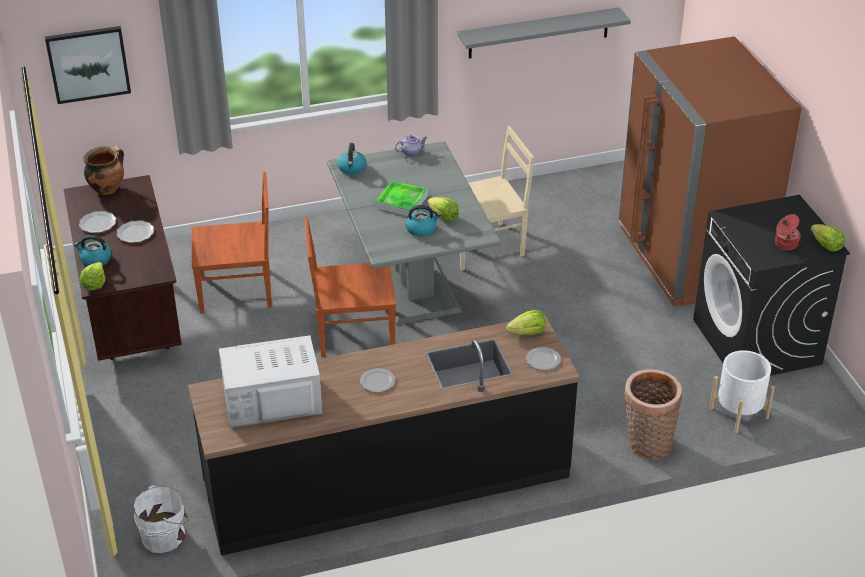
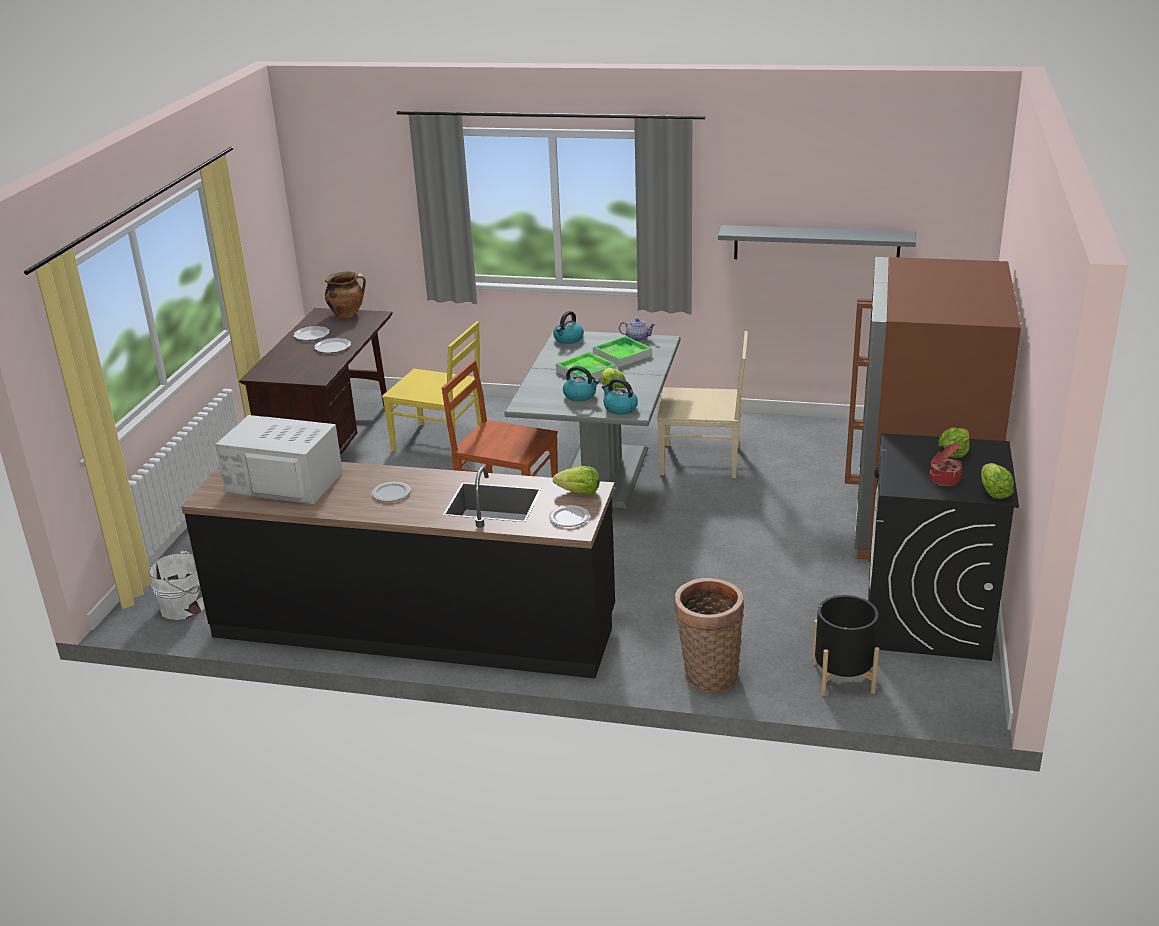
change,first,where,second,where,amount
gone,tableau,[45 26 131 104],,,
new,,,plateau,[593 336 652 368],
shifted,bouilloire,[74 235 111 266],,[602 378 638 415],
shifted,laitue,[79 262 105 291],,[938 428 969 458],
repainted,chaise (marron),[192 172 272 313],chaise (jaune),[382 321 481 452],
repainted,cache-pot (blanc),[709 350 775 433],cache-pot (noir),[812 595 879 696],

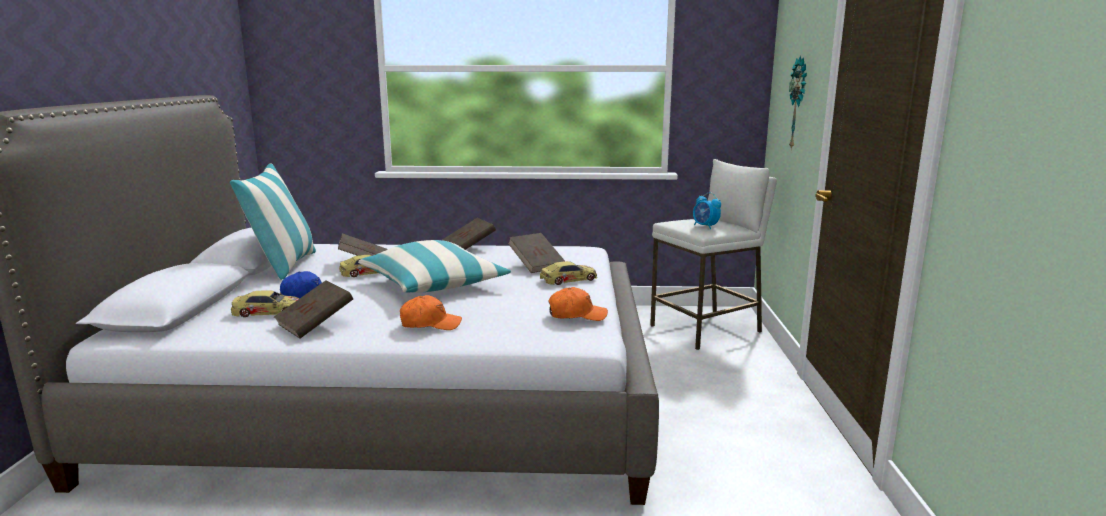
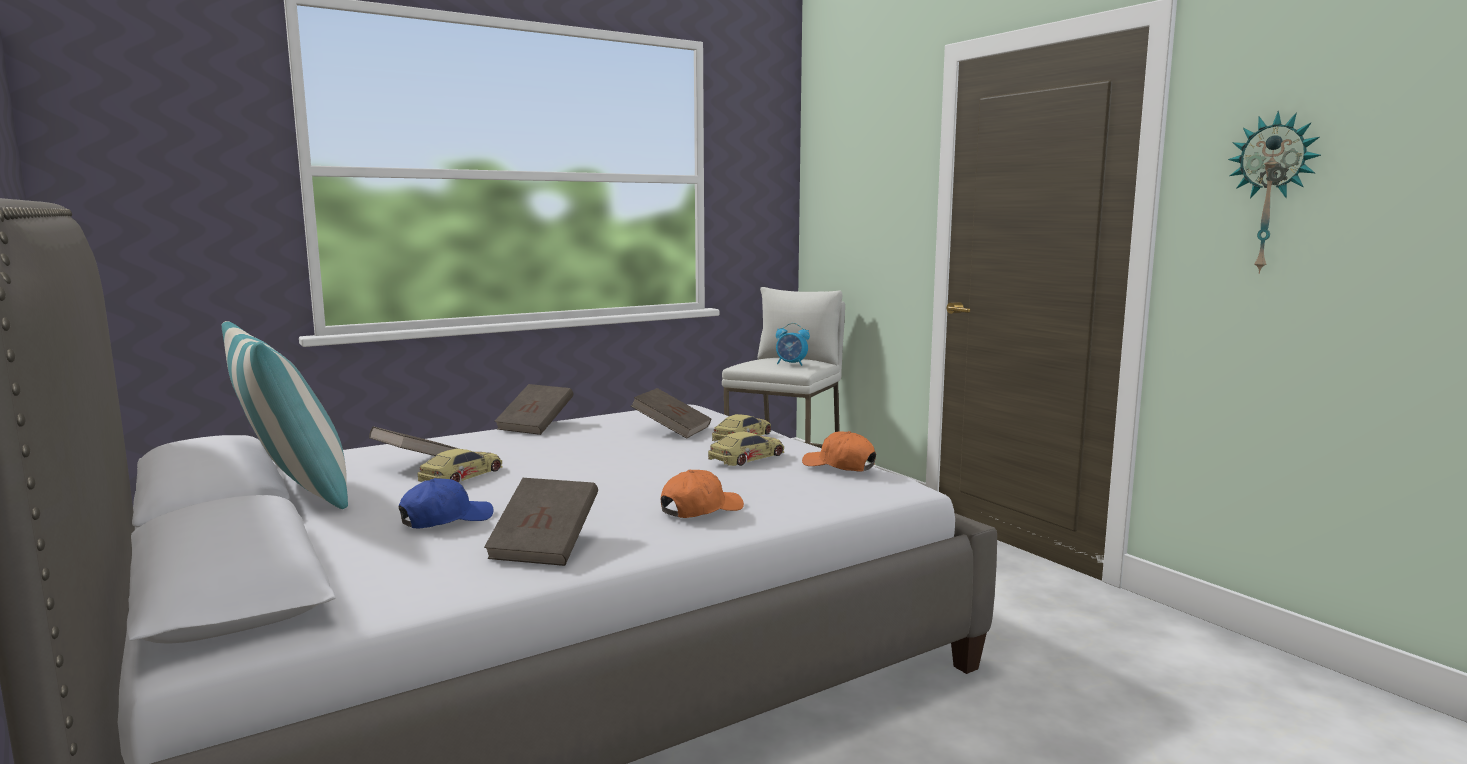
change,first,where,second,where,amount
gone,coussin,[358 240 511 293],,,
shifted,petite voiture,[231 290 299 317],,[708 431 784 466],
shifted,horloge murale,[789 55 807 149],,[1228 111 1321 274],
rotated,casquette (orange),[549 287 608 321],,[802 431 876 472],105 degrees counterclockwise

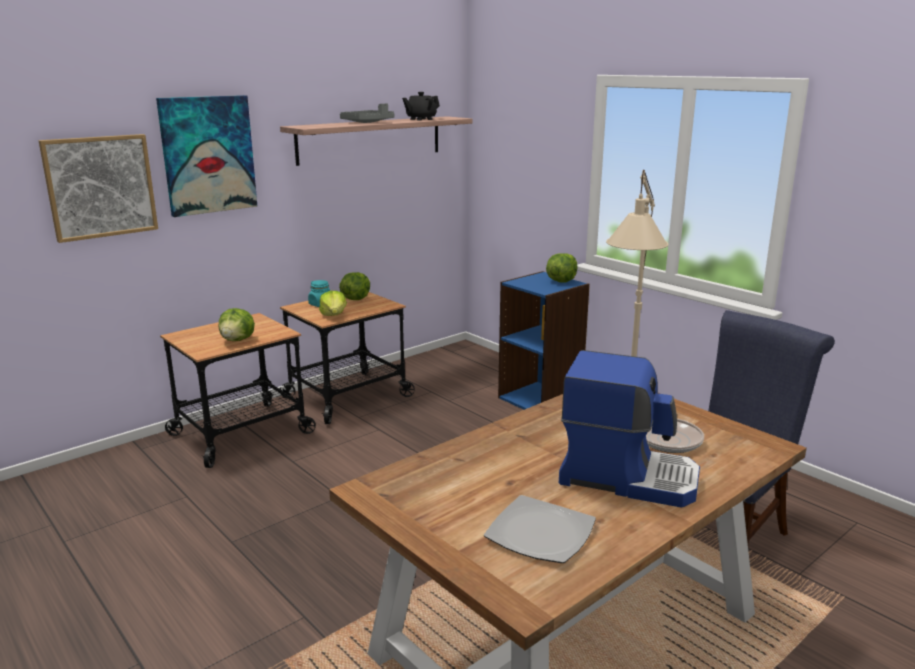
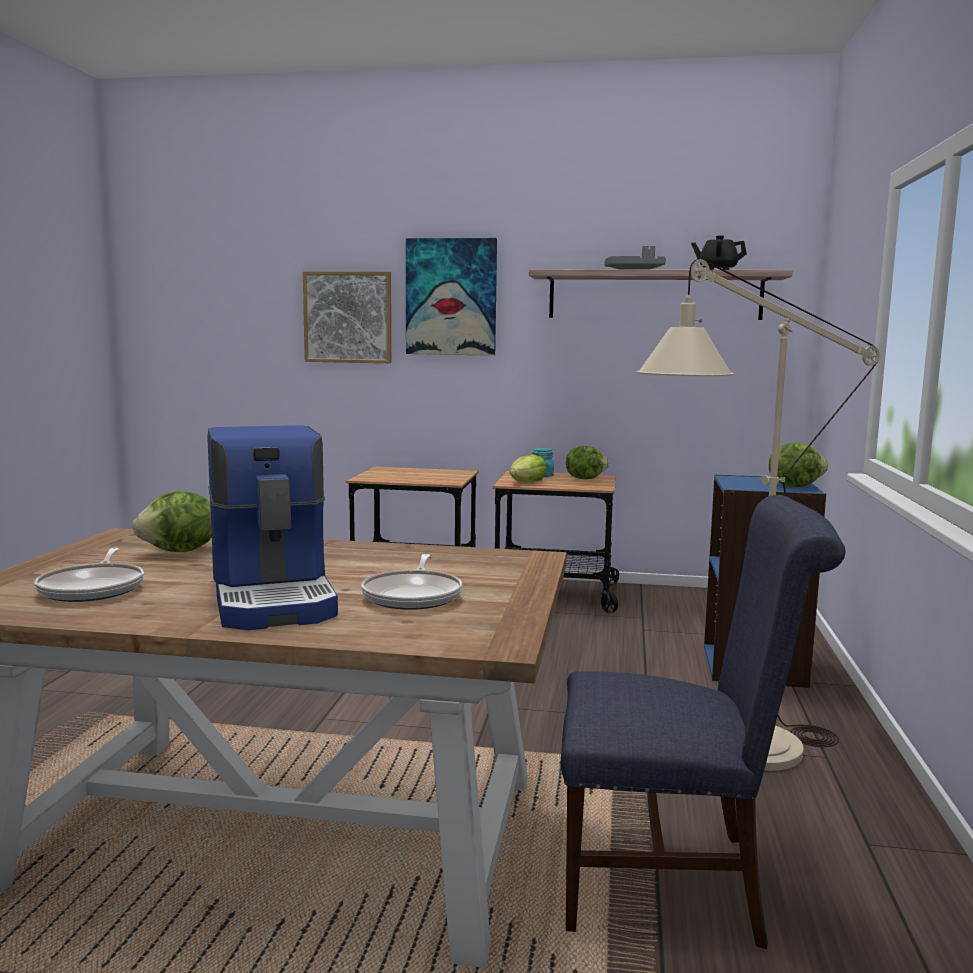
change,first,where,second,where,amount
shifted,laitue,[219 308 255 341],,[132 491 212 552],
swapped,assiette,[484 495 596 563],poêle,[34 548 144 602],

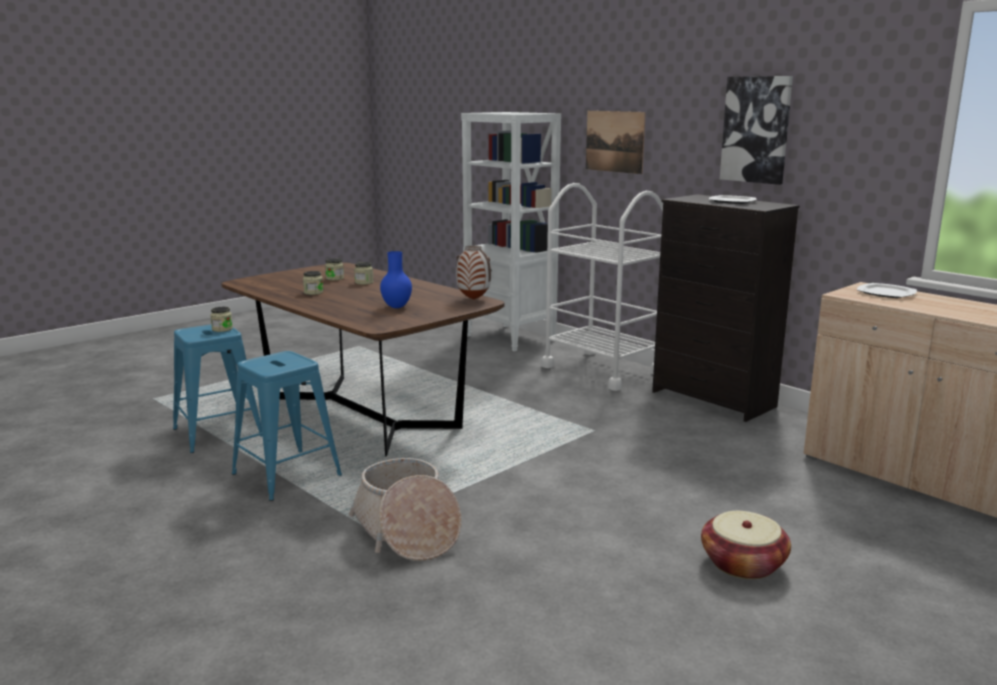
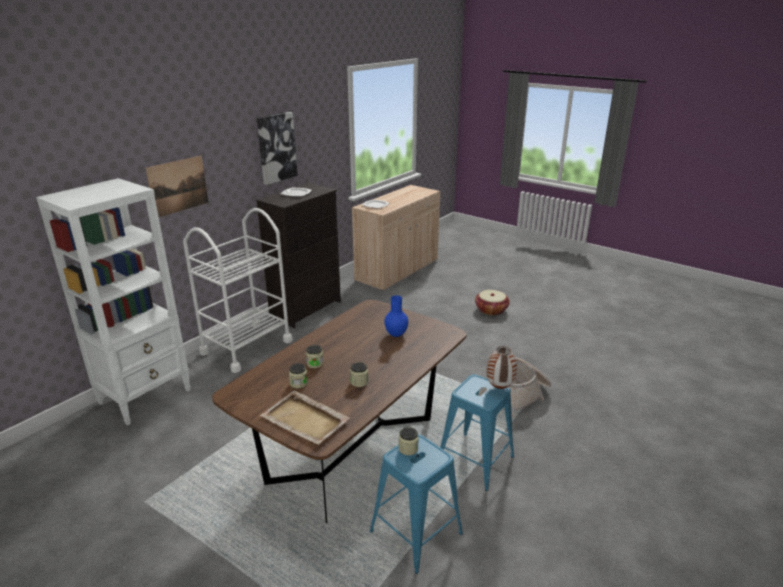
change,first,where,second,where,amount
new,,,plateau (beige),[260 391 350 445],
shifted,vase,[456 245 491 300],,[486 346 517 389],

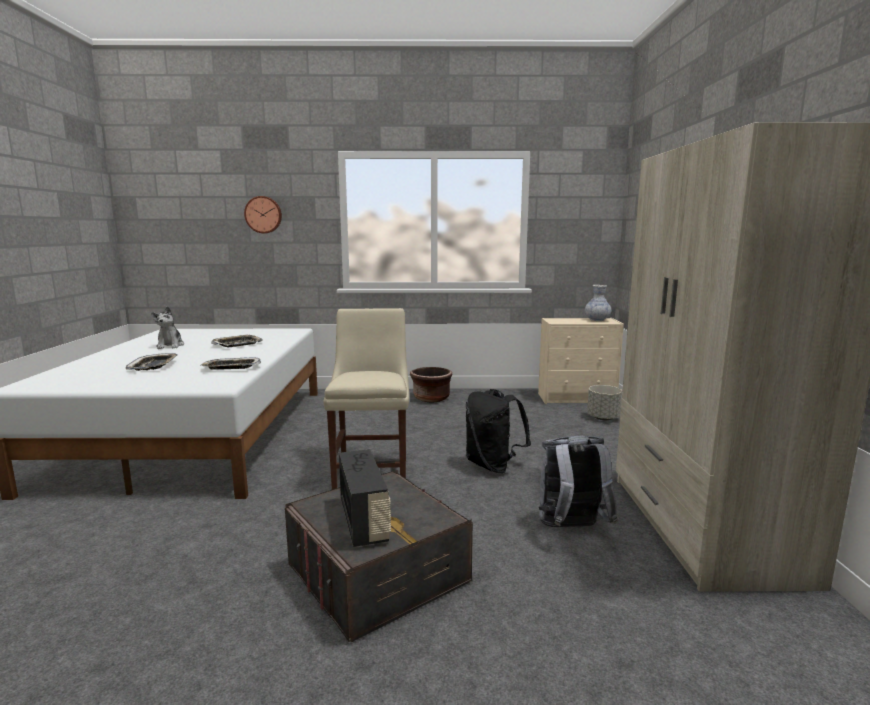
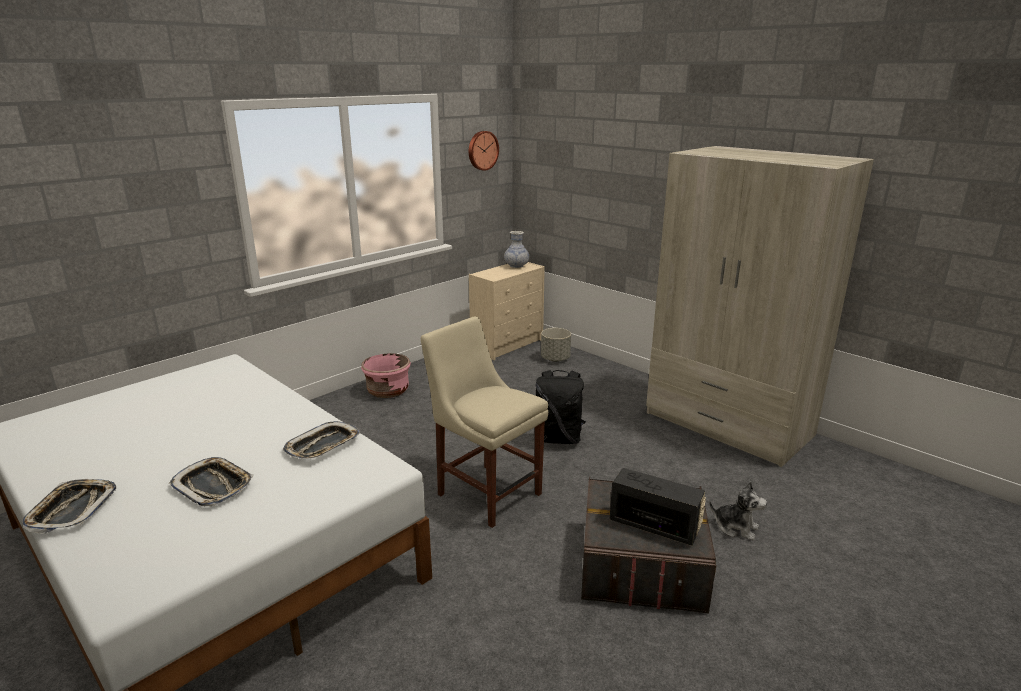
change,first,where,second,where,amount
gone,sac à dos (gris),[539 436 618 527],,,
shifted,peluche,[151 306 184 349],,[709 481 767 541],
shifted,plateau,[211 334 263 347],,[22 479 116 534],
shifted,horloge murale,[244 196 282 233],,[469 131 499 171],
repainted,cache-pot (marron),[410 367 453 402],cache-pot (rose),[361 353 411 398],

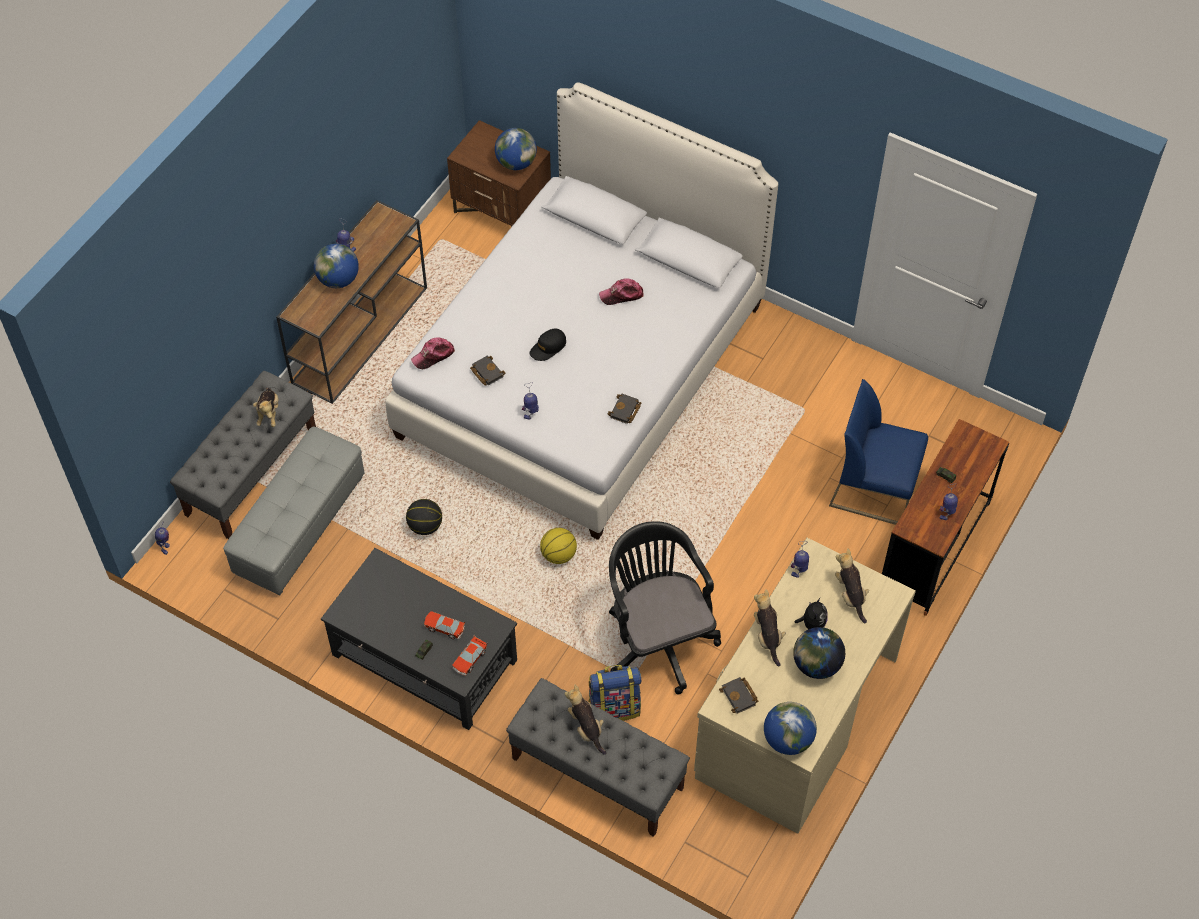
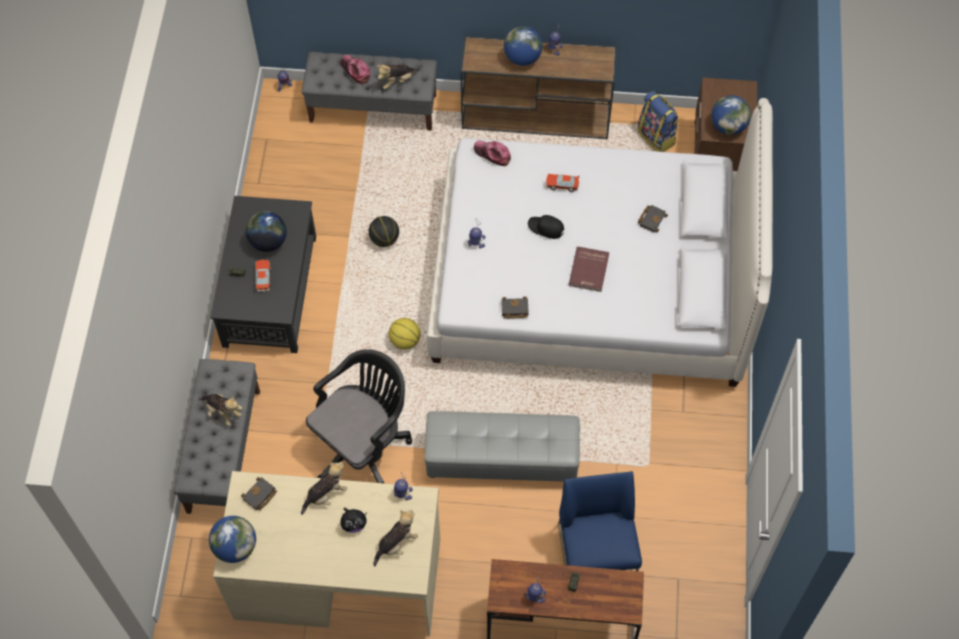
change,first,where,second,where,amount
new,,,livre (rouge),[569 247 609 292],
shifted,pouf (gris),[223 427 364 596],,[424 411 580 482],
shifted,petite voiture,[452 635 487 676],,[546 174 580 192],
shifted,livre (noir),[470 355 505 386],,[637 205 668 233],
shifted,sac à dos,[588 665 641 721],,[637 91 679 152],
shifted,casquette,[599 278 644 305],,[341 55 370 84],
shifted,globe,[793 627 845 679],,[246 211 287 252],
rotated,peluche,[565 685 606 755],,[198 394 243 426],90 degrees clockwise

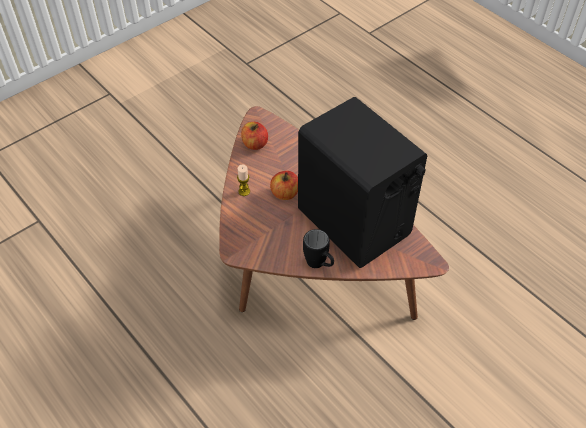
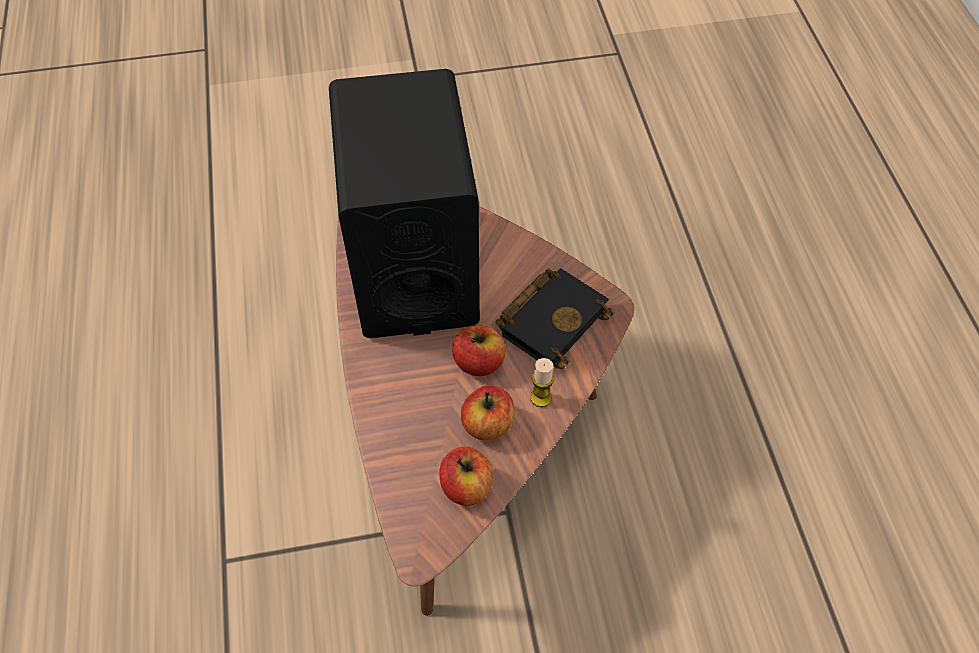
change,first,where,second,where,amount
gone,mug (noir),[303 229 334 268],,,
new,,,pomme,[461 385 514 440],
new,,,livre (noir),[495 268 614 369],

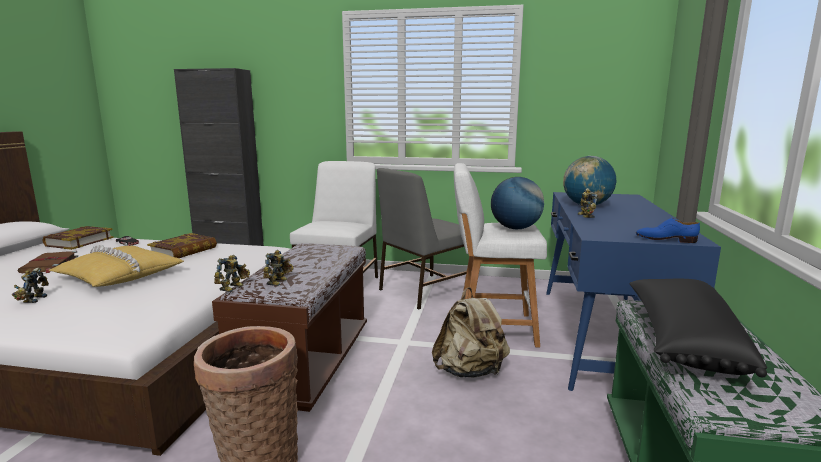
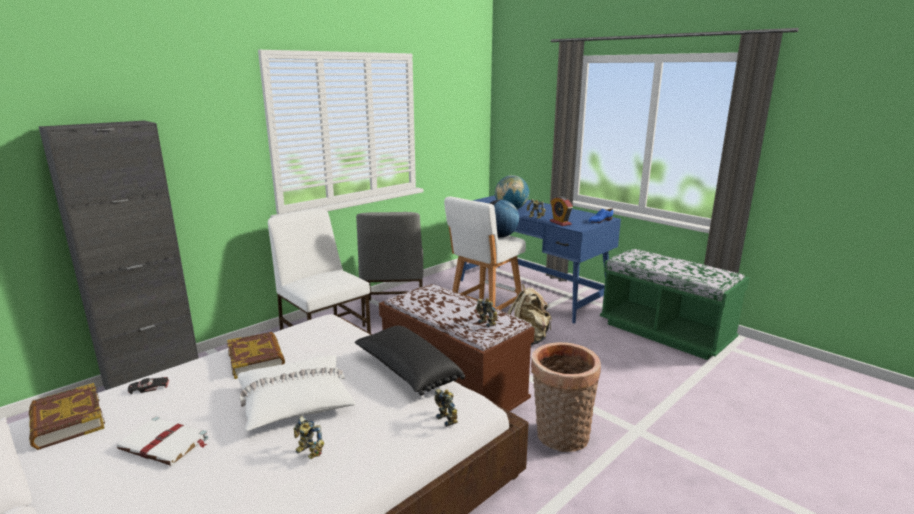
change,first,where,second,where,amount
new,,,réveil,[550 196 573 226],
shifted,robot jouet,[214 255 250 292],,[434 389 458 427],
shifted,coussin (noir),[629 279 767 377],,[354 325 465 396],
repainted,livre (marron),[18 251 78 273],livre (blanc),[116 416 208 466],
repainted,coussin (jaune),[48 245 184 287],coussin (blanc),[238 355 356 431],

